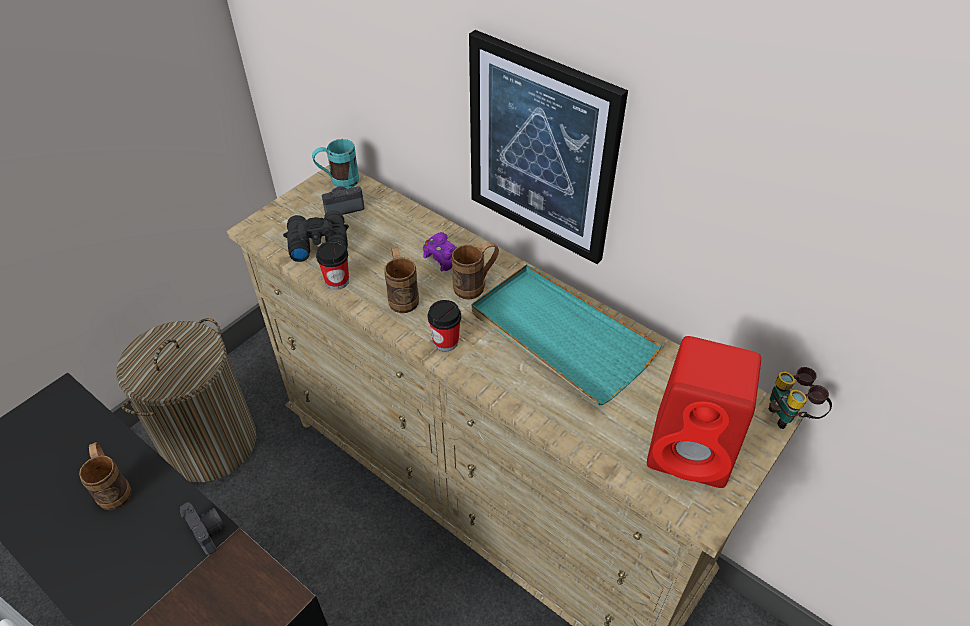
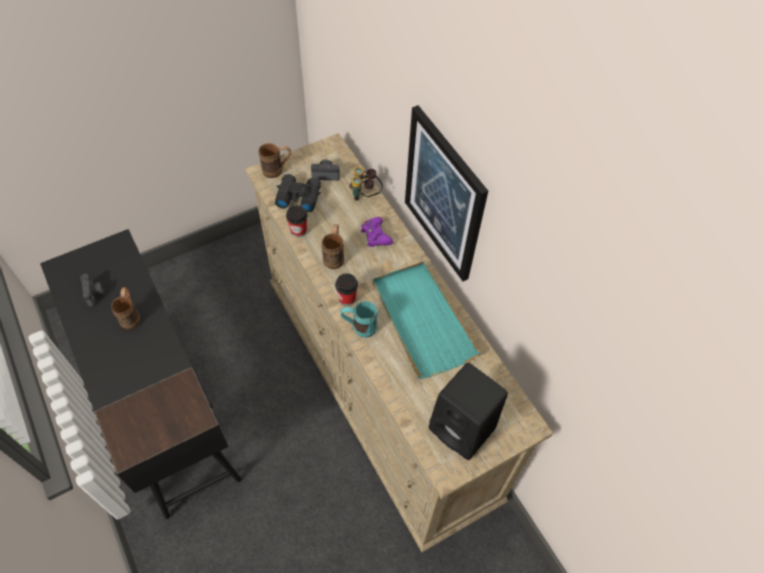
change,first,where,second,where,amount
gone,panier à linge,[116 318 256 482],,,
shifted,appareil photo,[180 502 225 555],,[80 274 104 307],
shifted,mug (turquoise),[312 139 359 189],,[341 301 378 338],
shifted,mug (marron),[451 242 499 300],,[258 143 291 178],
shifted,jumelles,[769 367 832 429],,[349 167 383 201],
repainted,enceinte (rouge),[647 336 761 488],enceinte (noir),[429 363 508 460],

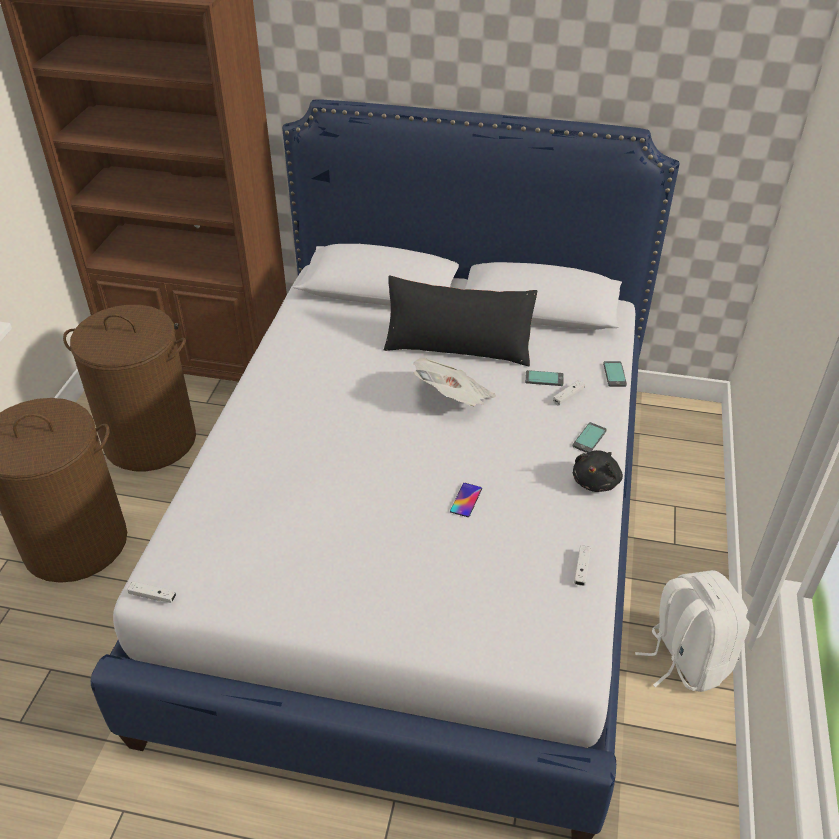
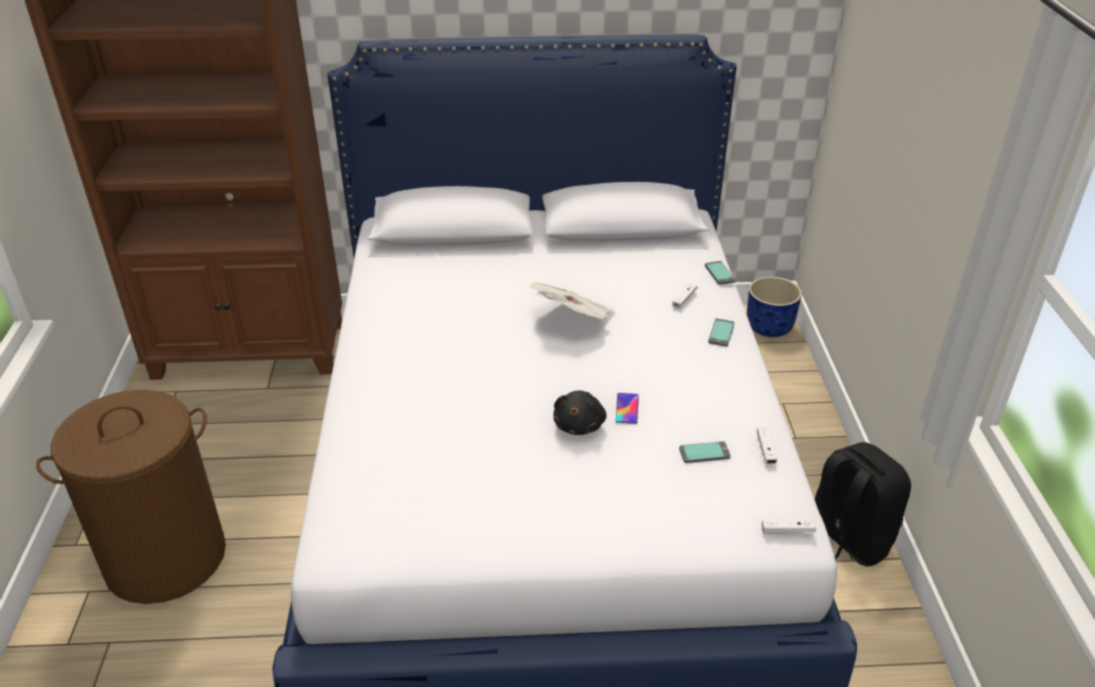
change,first,where,second,where,amount
gone,panier à linge (marron),[63 305 196 471],,,
gone,coussin (noir),[384 276 537 366],,,
new,,,cache-pot (bleu),[747 277 802 337],
shifted,manette (blanc),[127 581 176 603],,[762 519 816 534],
shifted,téléphone,[525 370 564 386],,[679 441 731 463],
shifted,peluche (noir),[573 450 623 492],,[553 390 607 435],
repainted,sac à dos (blanc),[635 570 750 692],sac à dos (noir),[815 442 911 567],

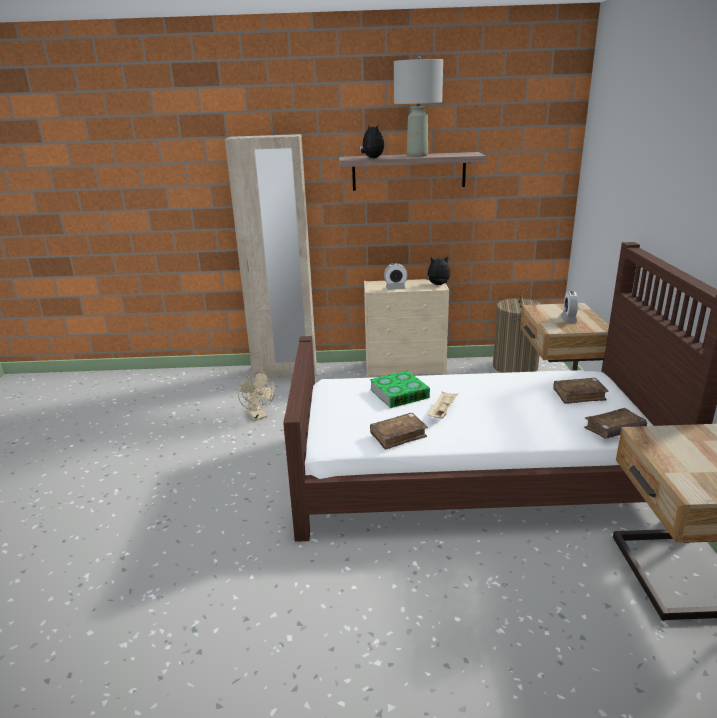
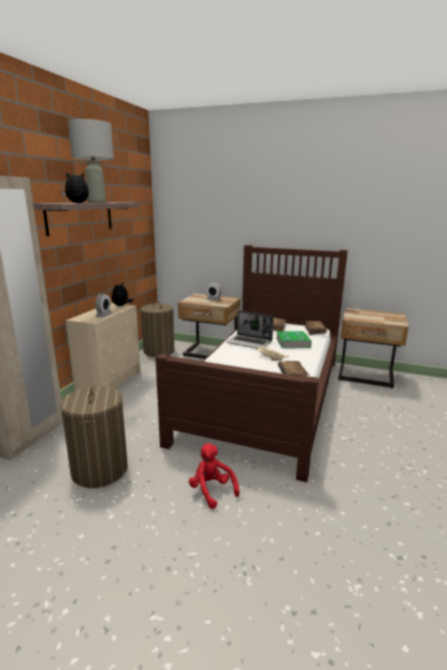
change,first,where,second,where,amount
new,,,peluche (rouge),[189 443 240 509],
new,,,ordinateur portable,[226 311 274 349],
shifted,livre,[370 370 430 408],,[276 331 311 348],
swapped,ventilateur (beige),[238 371 276 421],panier à linge,[60 386 128 488],

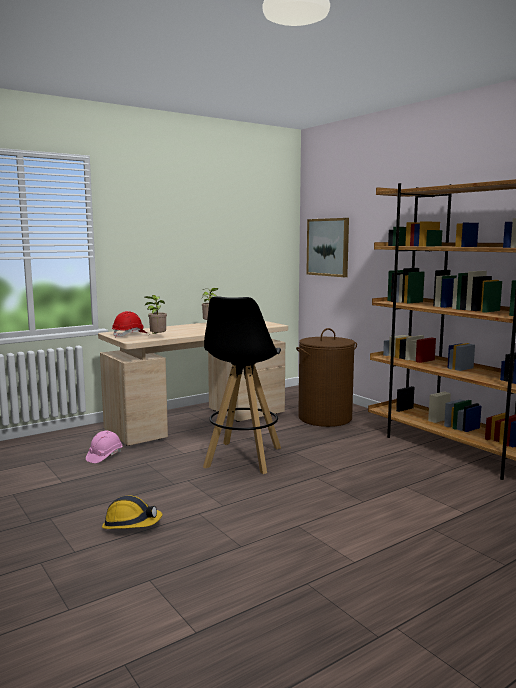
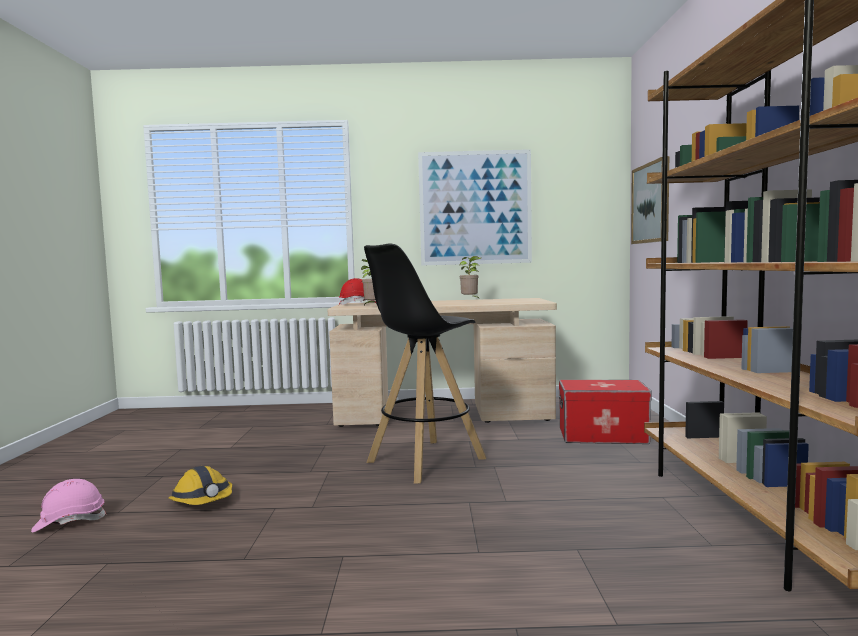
change,first,where,second,where,amount
new,,,tableau,[418 149 532 266],
shifted,casque de chantier (rose),[86 431 123 463],,[31 479 107 533],
swapped,panier à linge (marron),[296 328 357 427],boîte de rangement,[559 380 652 444],

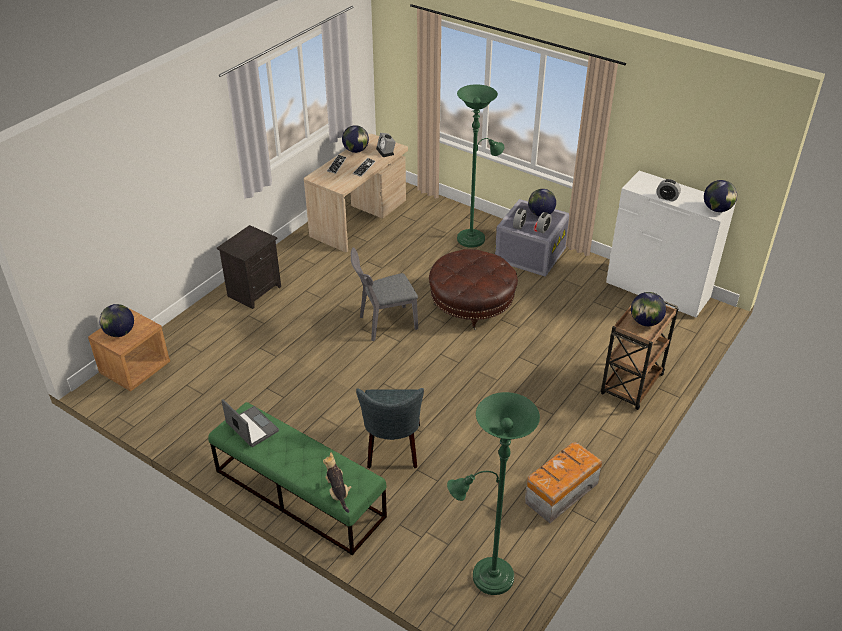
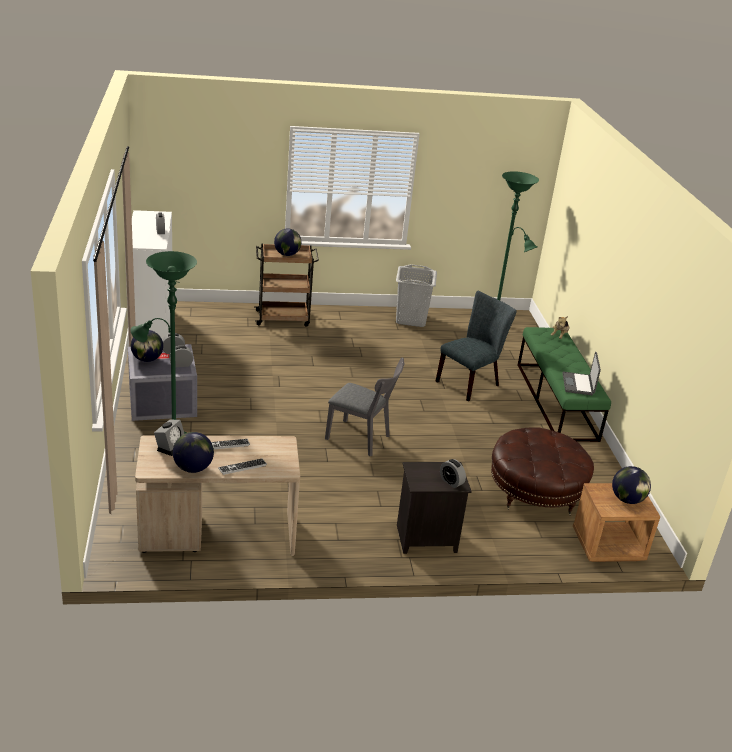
change,first,where,second,where,amount
gone,globe,[704 180 737 212],,,
new,,,réveil,[440 459 466 488],
shifted,pouf (marron),[429 249 518 330],,[491 427 594 516],
swapped,boîte de rangement,[525 443 602 523],panier à linge (gris),[396 264 437 327],

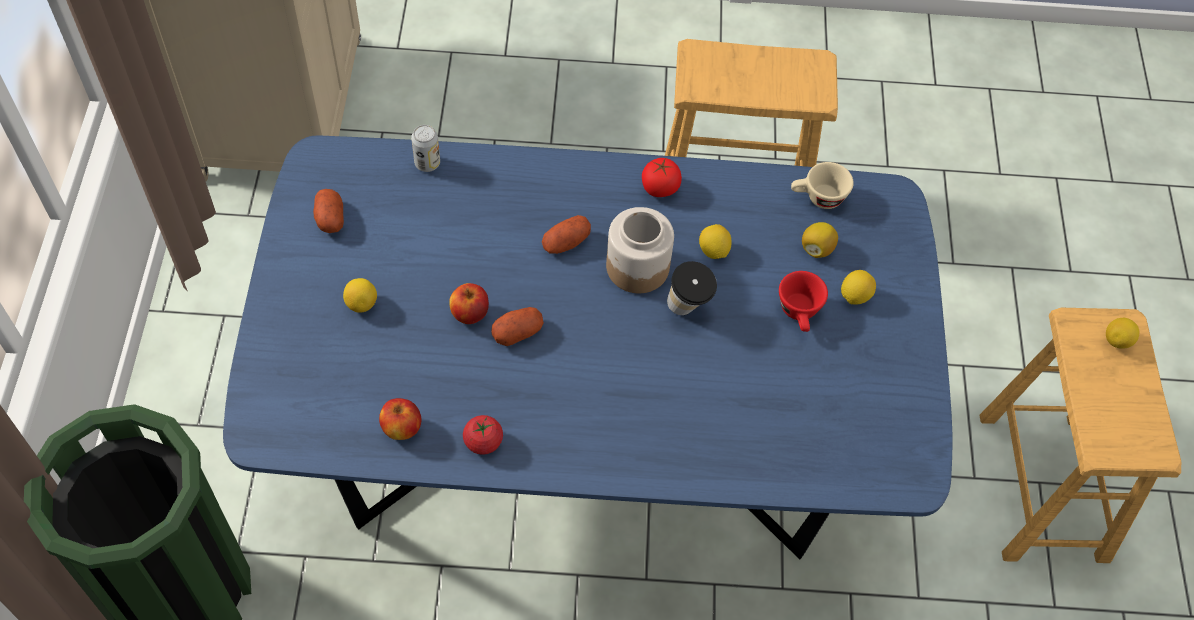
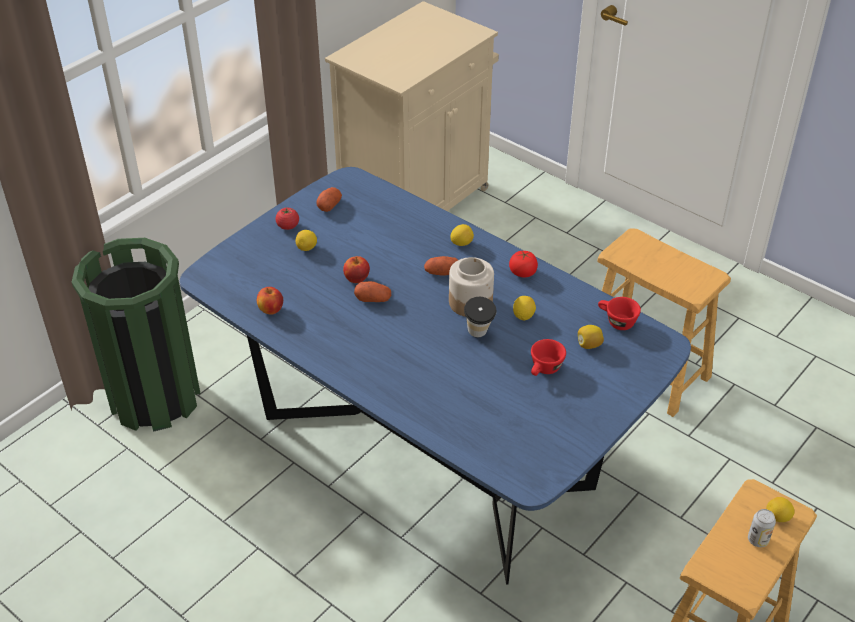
change,first,where,second,where,amount
shifted,boîte métallique,[411 125 440 172],,[748 509 776 547],
shifted,tomate,[463 415 503 455],,[276 207 299 230],
shifted,citron,[841 270 876 305],,[451 224 474 246],
repainted,tasse (beige),[791 162 854 209],tasse (rouge),[598 297 641 330],

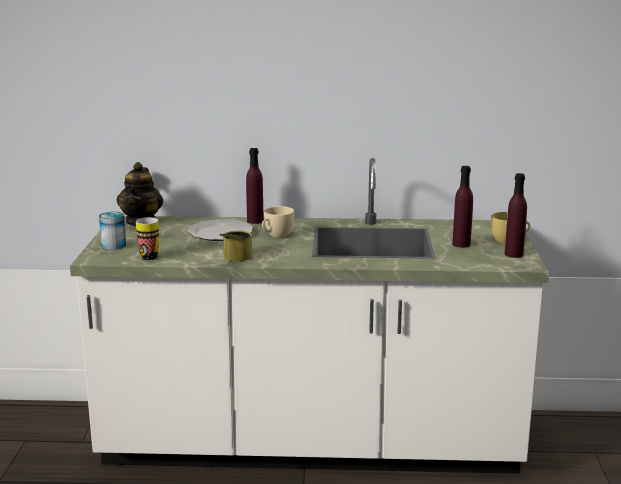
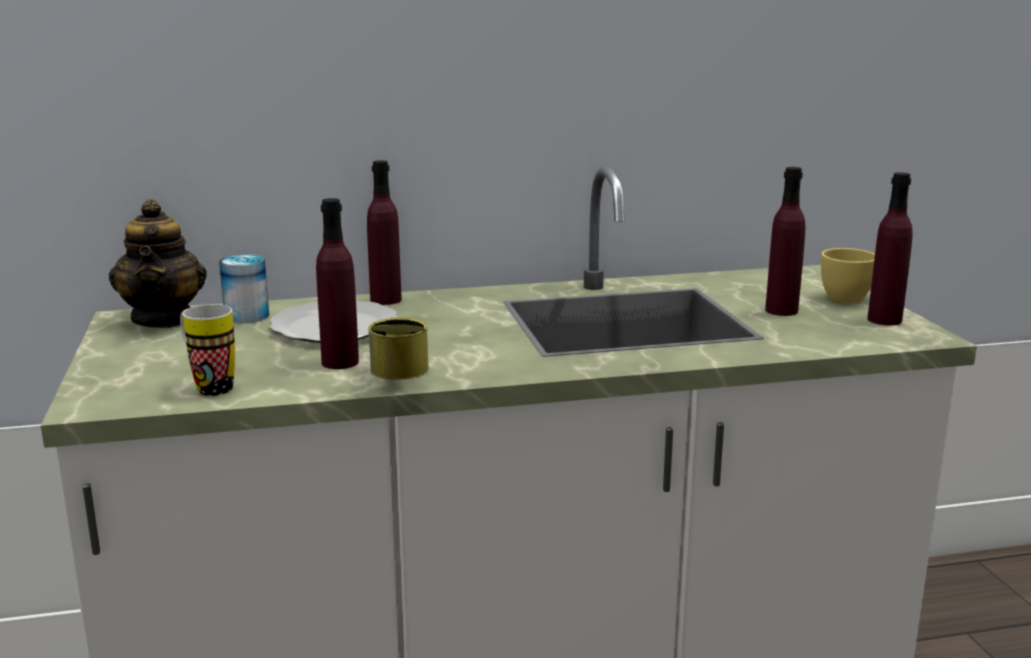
change,first,where,second,where,amount
gone,tasse (beige),[262 206 294 238],,,
new,,,bouteille (violet),[316 198 359 369],
shifted,boîte métallique,[99 212 126 250],,[219 254 269 323],

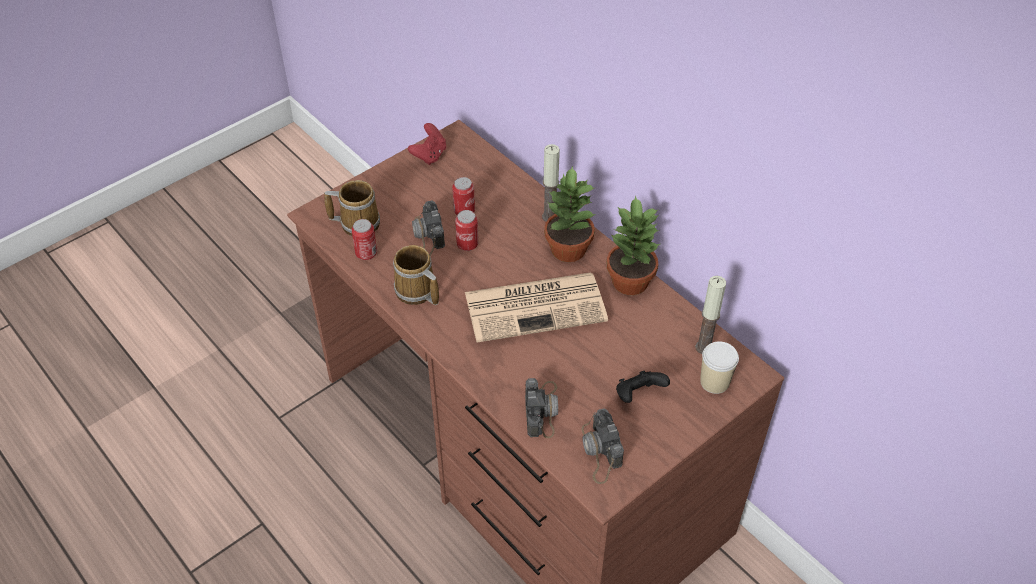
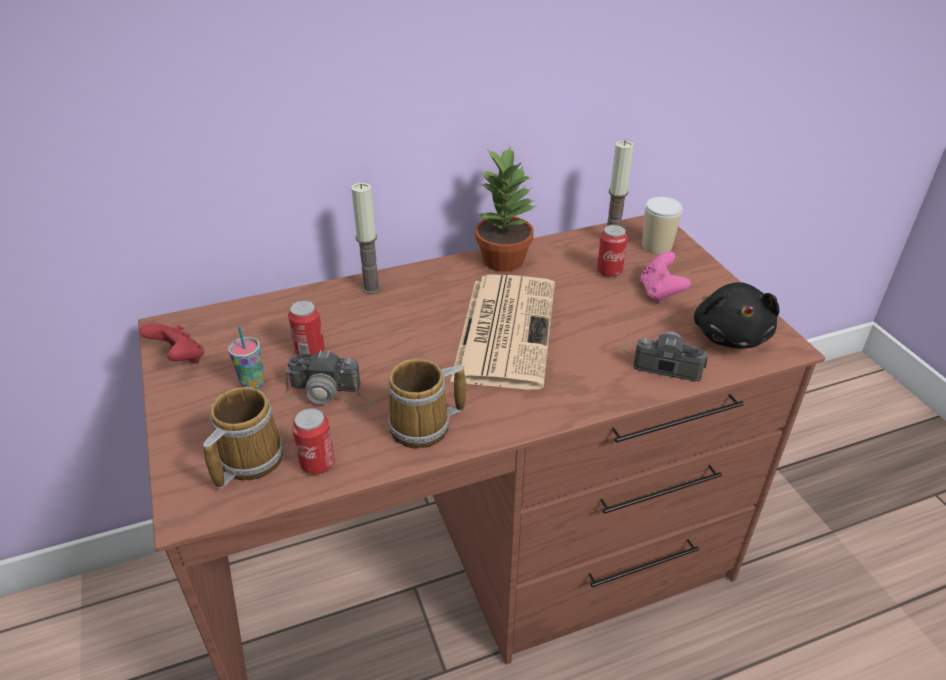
change,first,where,second,where,amount
gone,plante en pot,[544 166 596 262],,,
new,,,tasse,[228 326 265 390],
shifted,boîte métallique,[455 210 478 251],,[597 225 628 277],
swapped,appareil photo,[582 408 624 484],peluche (noir),[694 282 780 349],
repainted,manette (noir),[616 371 670 403],manette (rose),[640 251 691 303],

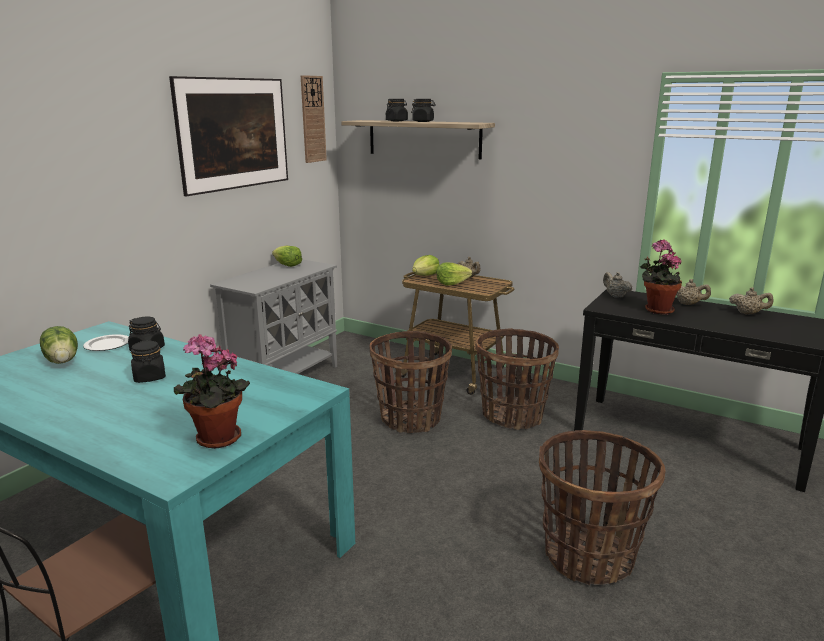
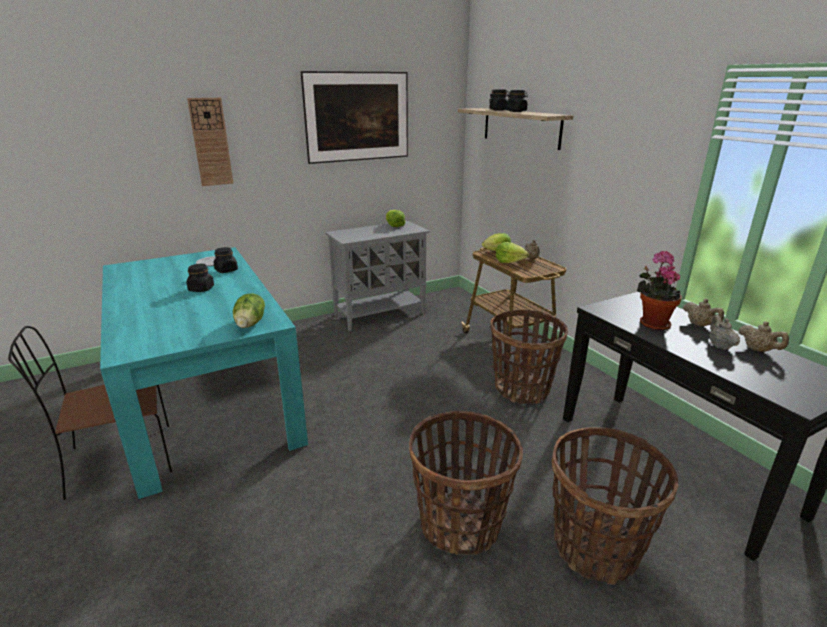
change,first,where,second,where,amount
gone,plante en pot,[174 334 250 449],,,
shifted,laitue,[40 326 78 364],,[233 293 265 328],
shifted,horloge murale,[301 75 327 163],,[187 98 233 186],
shifted,panier,[369 331 452 433],,[552 427 678 585],
shifted,théière (beige),[603 272 632 298],,[710 315 740 350],

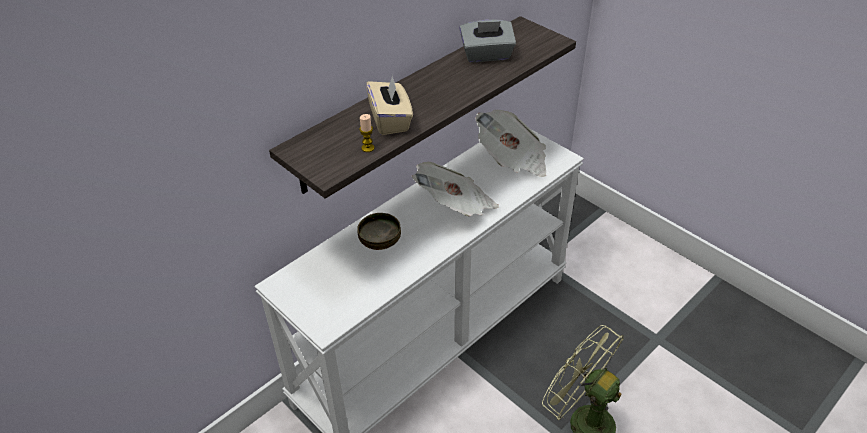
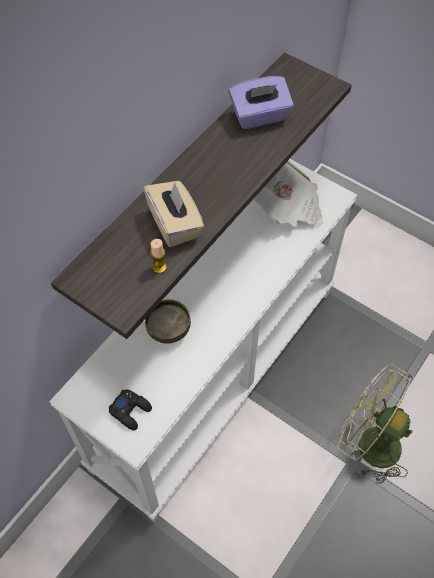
change,first,where,second,where,amount
gone,journal,[412 162 499 217],,,
new,,,manette (noir),[108 390 152 430],
repainted,boîte à mouchoirs (gris),[460 20 516 62],boîte à mouchoirs (violet),[228 76 294 129],

